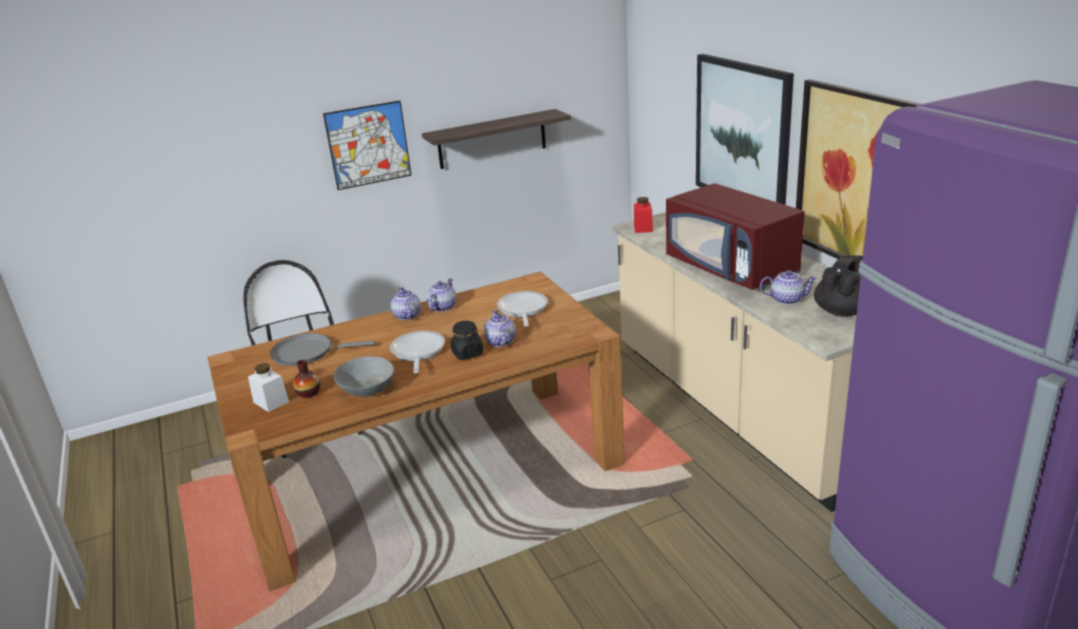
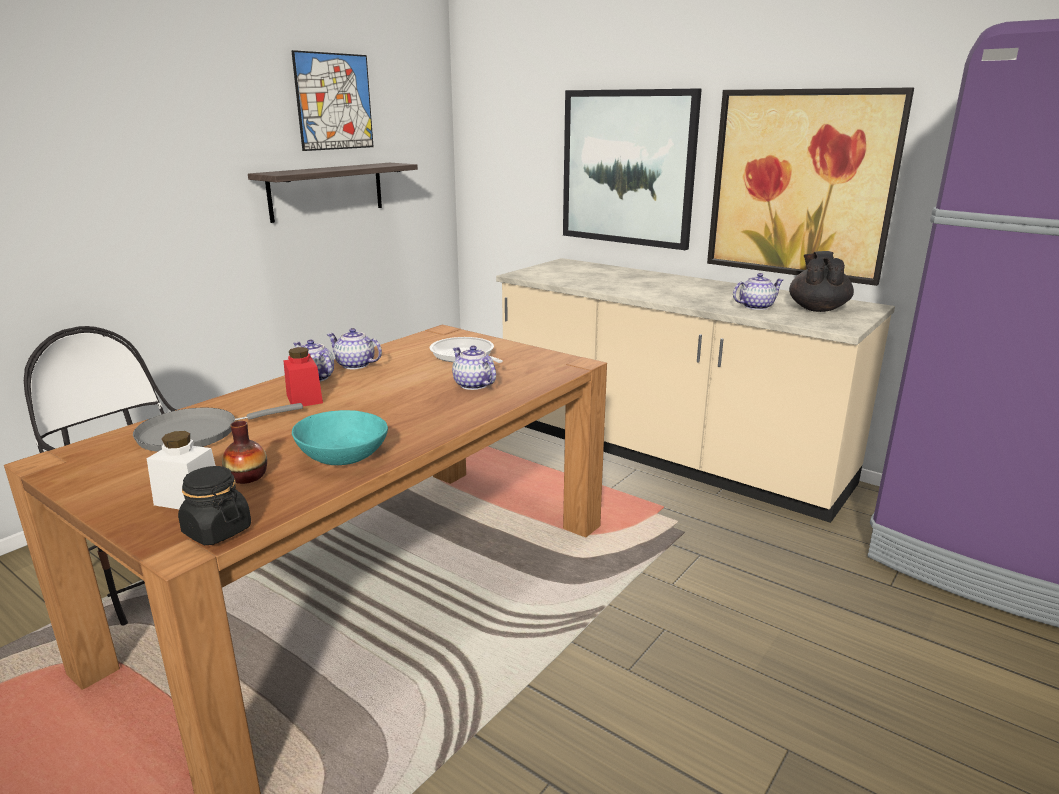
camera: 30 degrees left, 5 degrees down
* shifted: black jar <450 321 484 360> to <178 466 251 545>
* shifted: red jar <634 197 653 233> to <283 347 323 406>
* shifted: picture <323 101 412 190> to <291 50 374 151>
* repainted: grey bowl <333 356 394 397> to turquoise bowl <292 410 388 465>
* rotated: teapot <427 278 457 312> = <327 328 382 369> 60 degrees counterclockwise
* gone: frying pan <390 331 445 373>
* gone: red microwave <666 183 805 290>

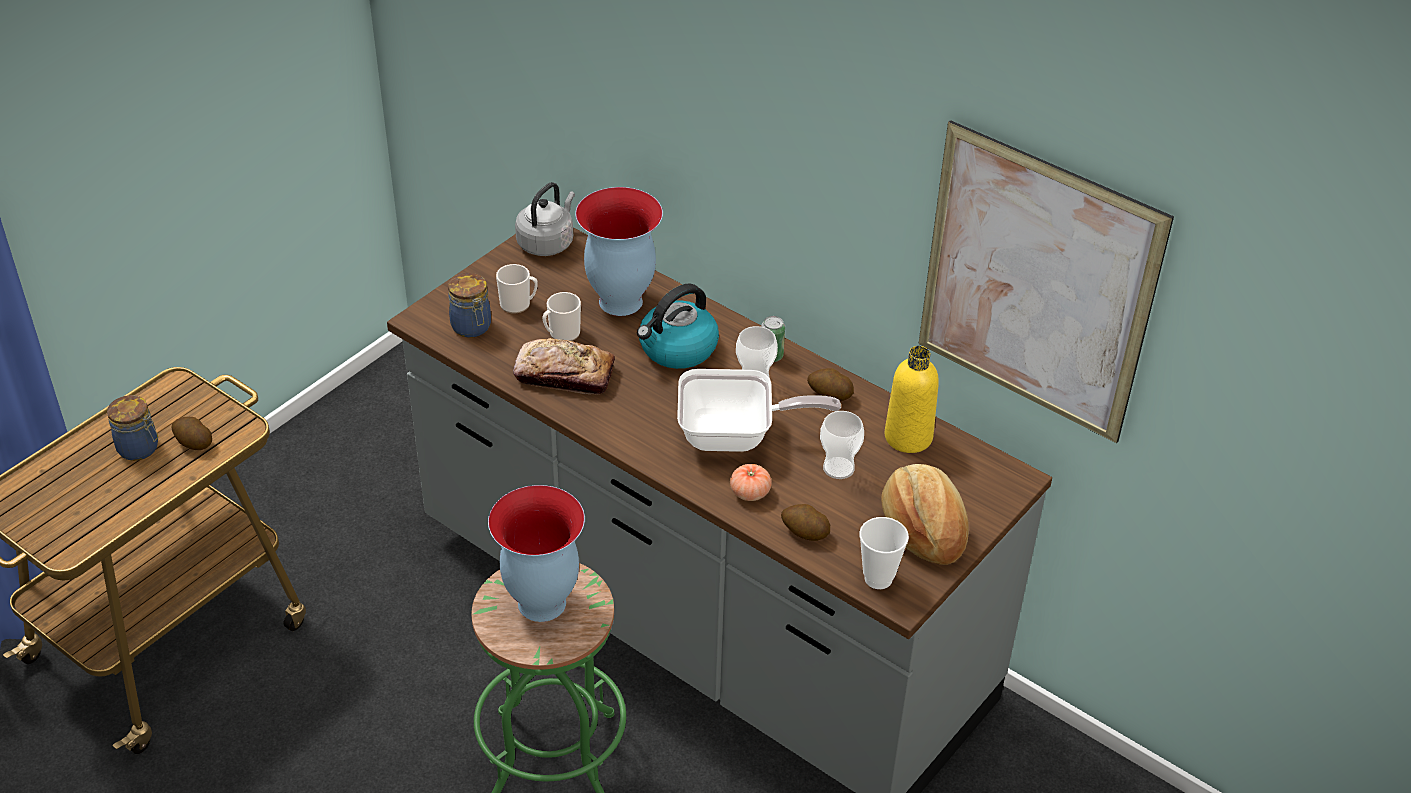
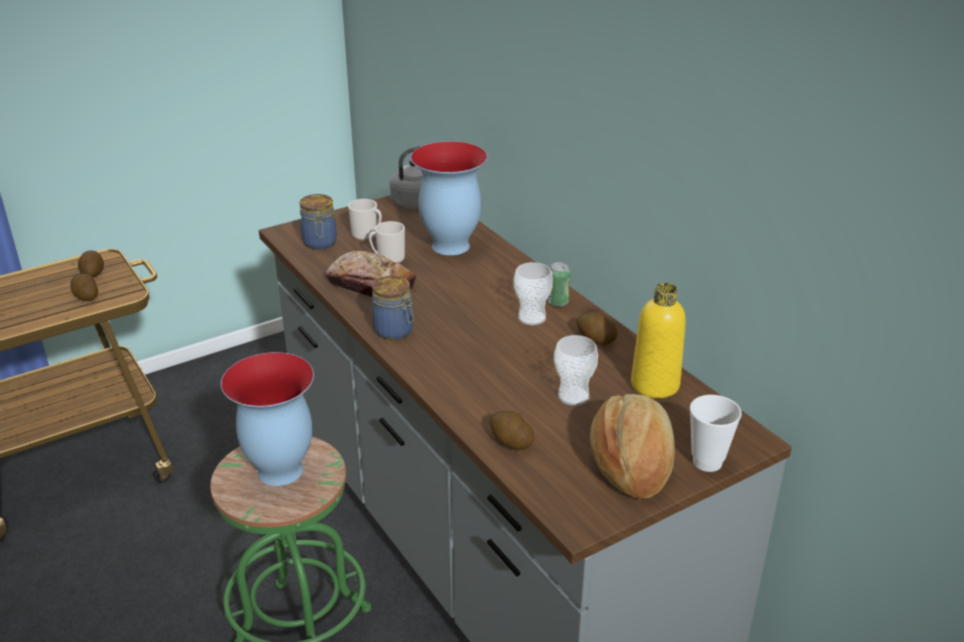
camera: 20 degrees right, 10 degrees down
* new: potato <78 250 104 277>
* shifted: jar <107 395 158 461> to <372 276 414 340>
* shifted: cup <859 517 909 589> to <690 395 742 472>
* gone: kettle <637 284 719 369>
* gone: frying pan <677 369 841 452>
* gone: tomato <730 464 772 501>
* gone: picture <919 120 1174 443>

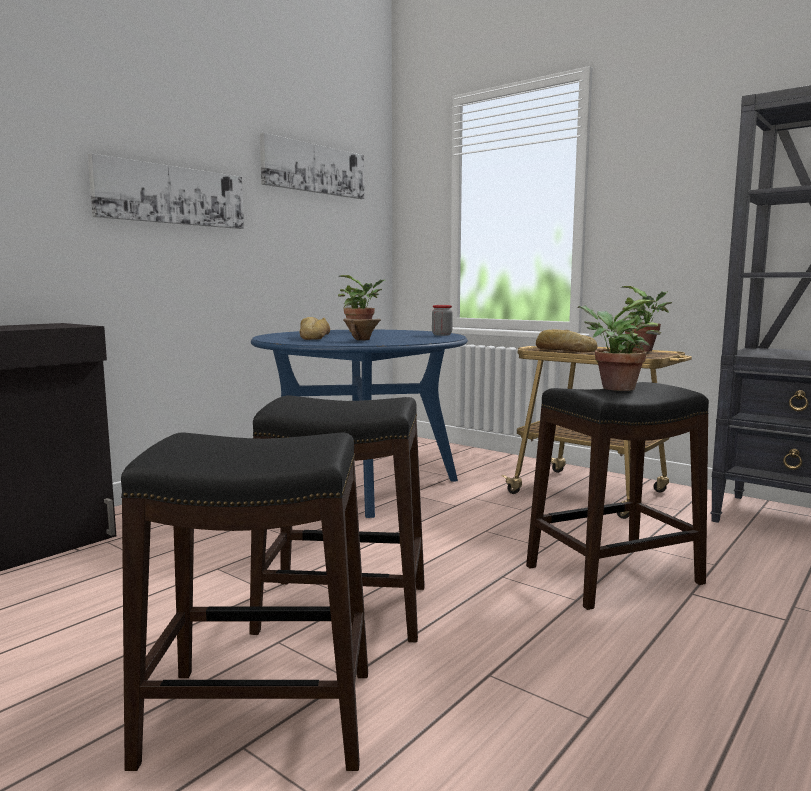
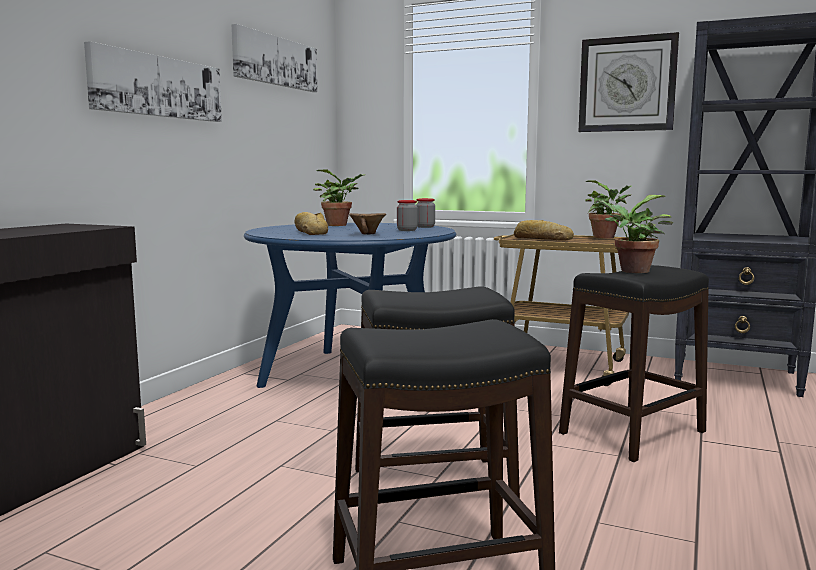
camera: 15 degrees left, 0 degrees up
* new: jar <397 200 418 231>
* new: wall clock <578 32 679 132>

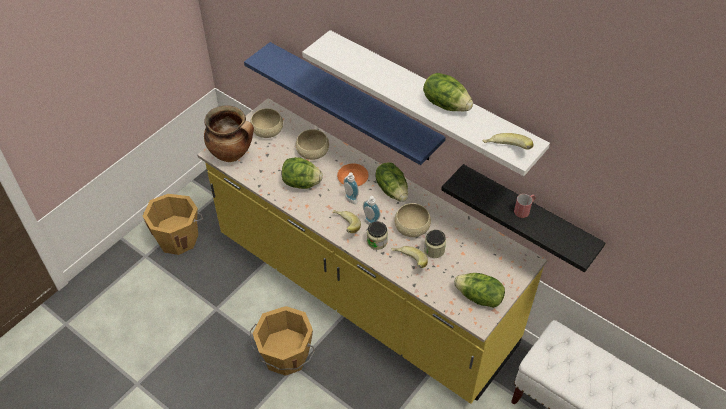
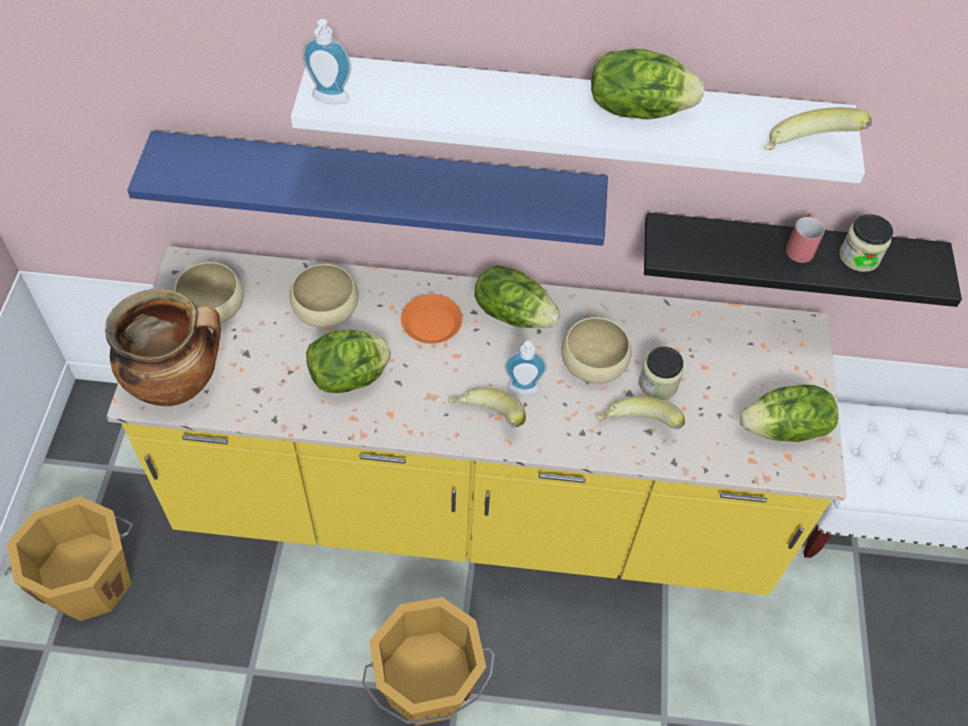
camera: 35 degrees left, 5 degrees up
* shifted: soap dispenser <344 172 359 204> to <302 19 351 104>
* shifted: jar <367 221 388 250> to <839 214 893 272>

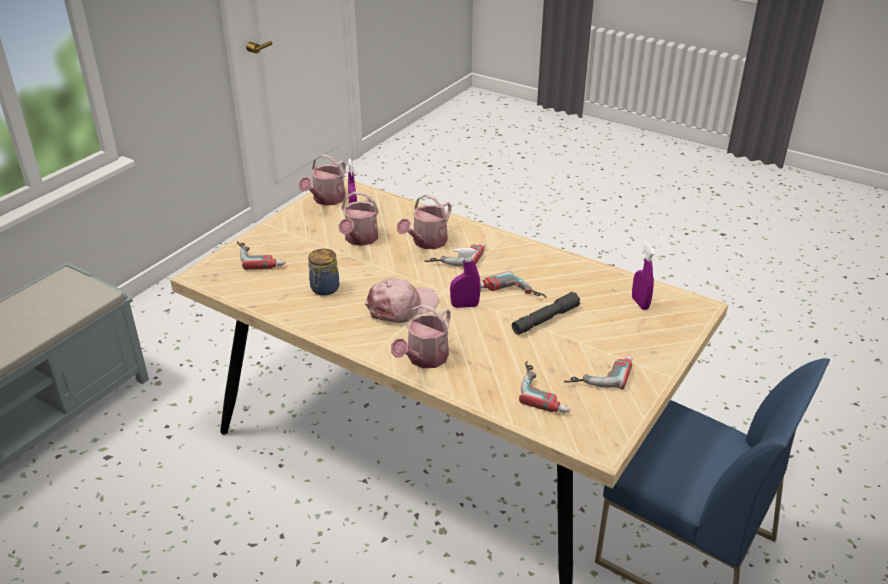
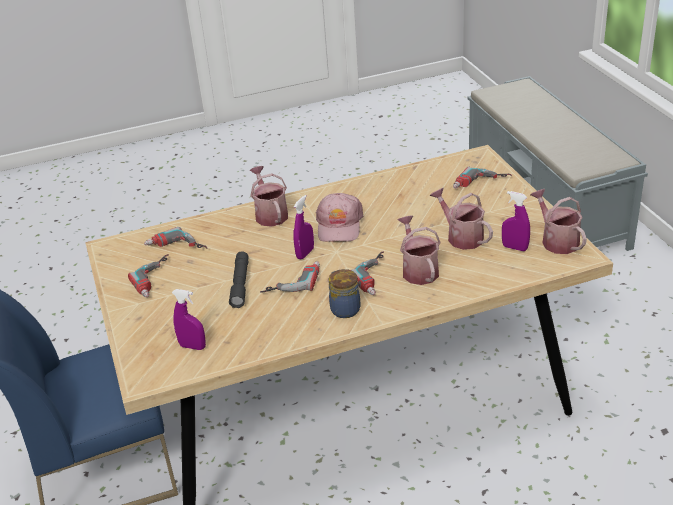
camera: 130 degrees right, 0 degrees up
* shifted: jar <308 249 339 296> to <329 269 360 318>

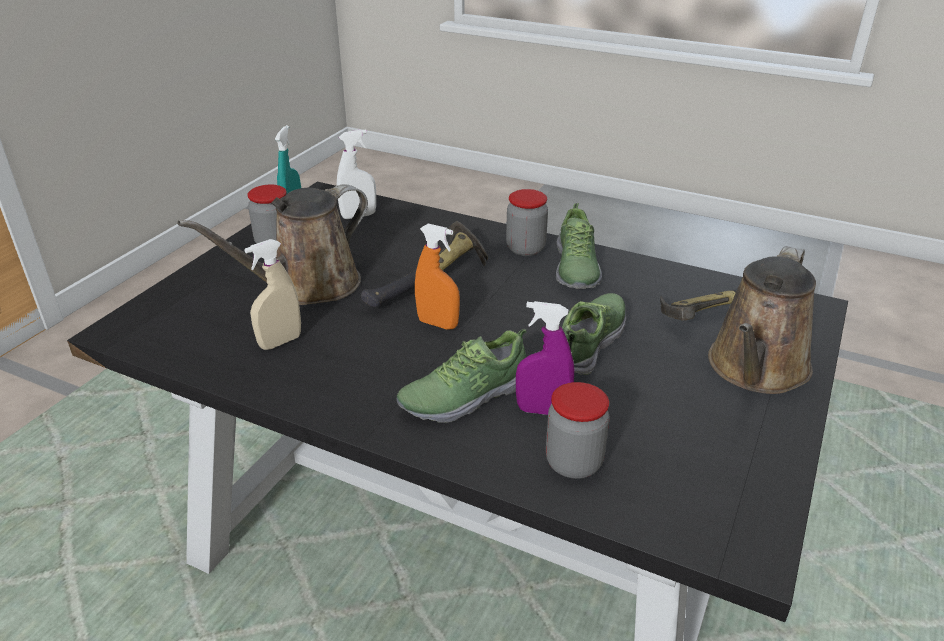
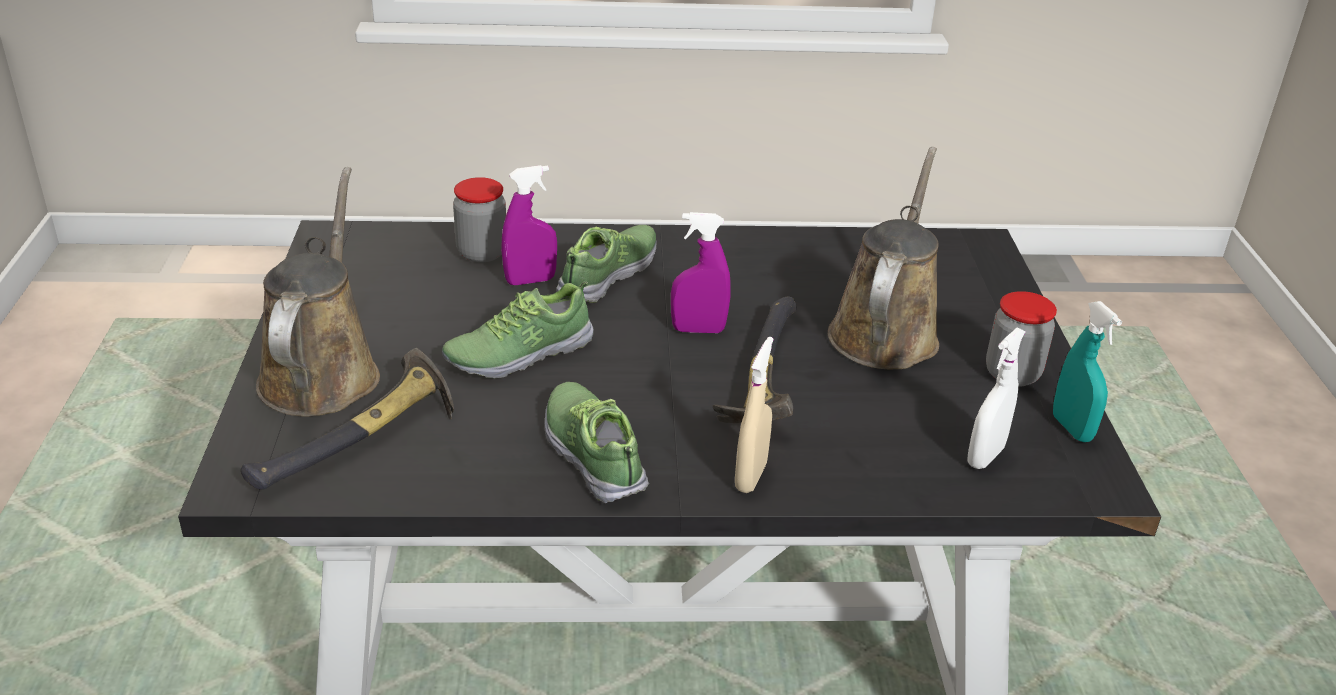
camera: 150 degrees right, 0 degrees up
* rotated: shoe <562 293 626 375> = <442 282 594 378> 60 degrees clockwise
* repainted: orange spray bottle <415 224 460 329> to purple spray bottle <671 212 731 333>
* shifted: beige spray bottle <244 239 301 350> to <735 337 773 493>
* gone: jar <506 189 548 256>

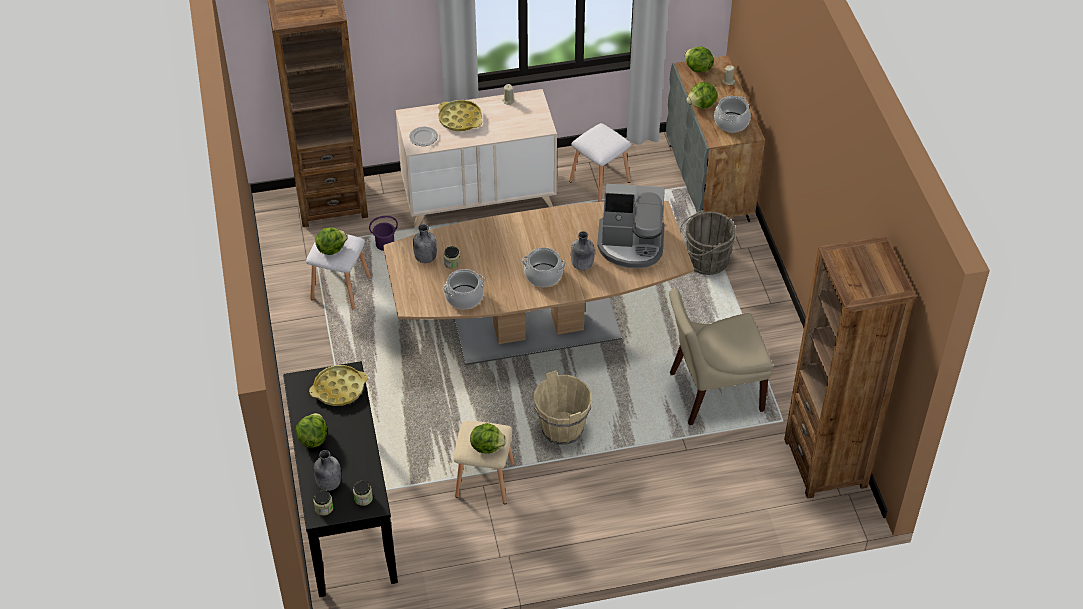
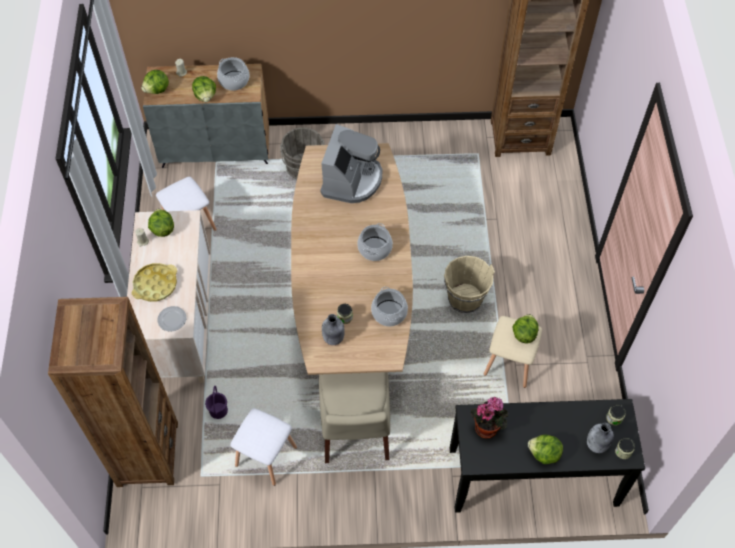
camera: 80 degrees left, 10 degrees up
* shifted: lettuce <315 227 348 255> to <148 209 174 237>
* shifted: beige chair <669 289 773 425> to <319 372 390 463>
* swapped: yellow tray <309 365 368 406> to potted plant <470 397 508 439>
* gone: grey bottle <571 231 595 270>

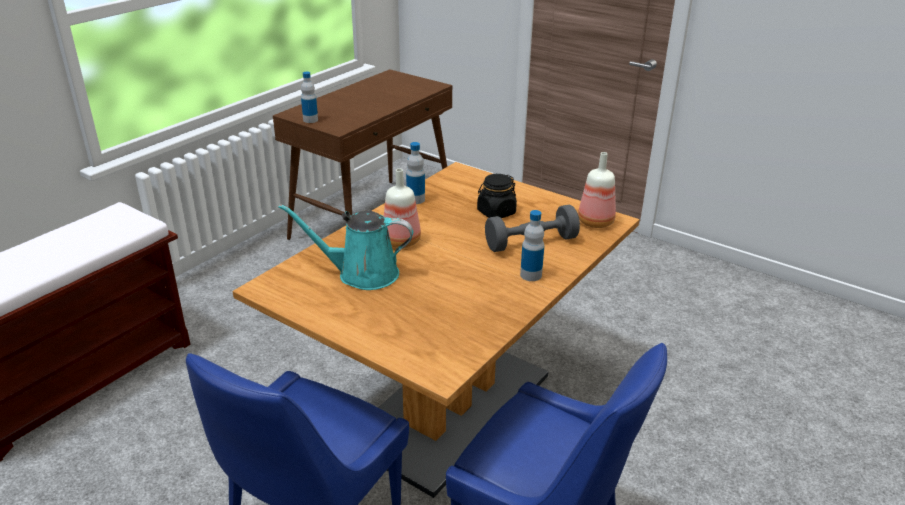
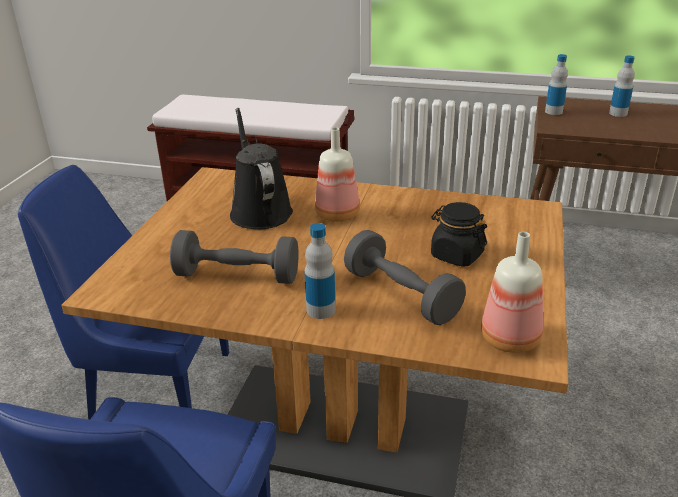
camera: 70 degrees right, 0 degrees up
* new: grey dumbbell <170 230 299 284>
* repainted: turquoise watering can <278 204 413 290> to black watering can <230 108 293 229>
* shifted: bottle <406 142 425 204> to <609 55 635 117>

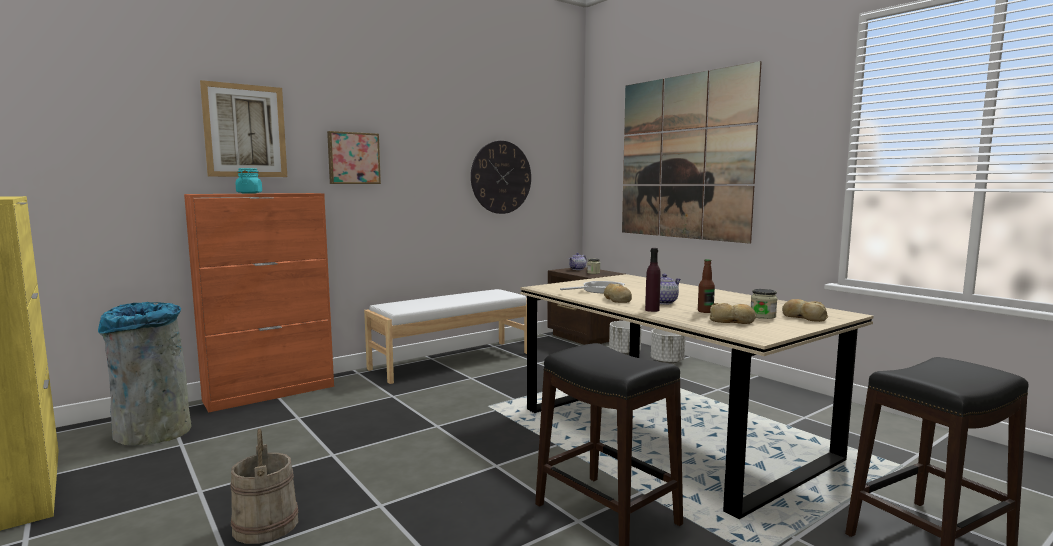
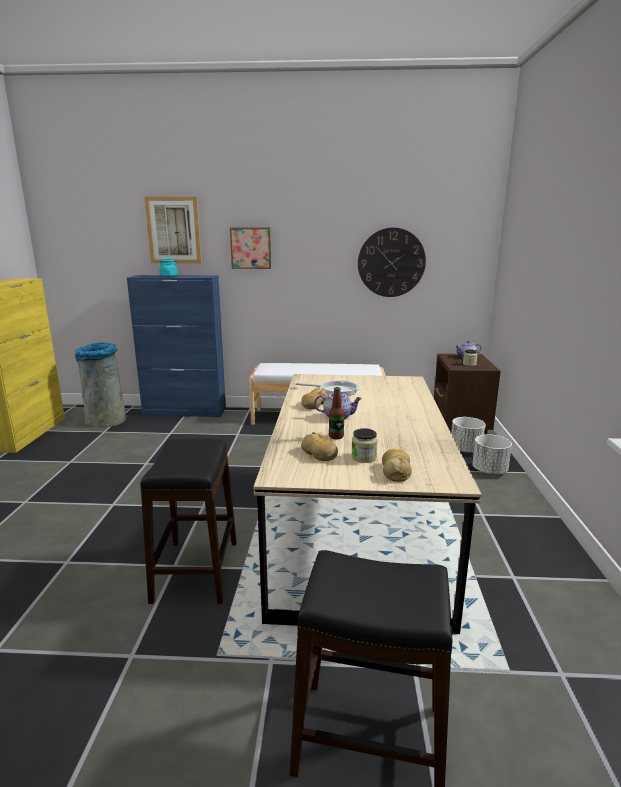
camera: 40 degrees right, 10 degrees up
* repainted: orange cabinet <184 193 334 413> to blue cabinet <127 275 226 417>
* gone: beige bucket <230 429 298 544>
* gone: picture <622 61 762 244>
* gone: purple bottle <645 248 661 312>

